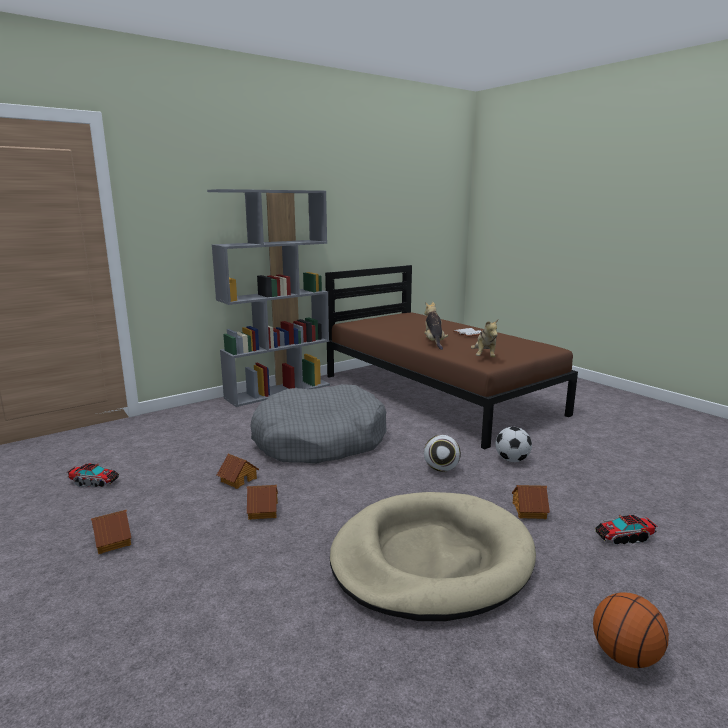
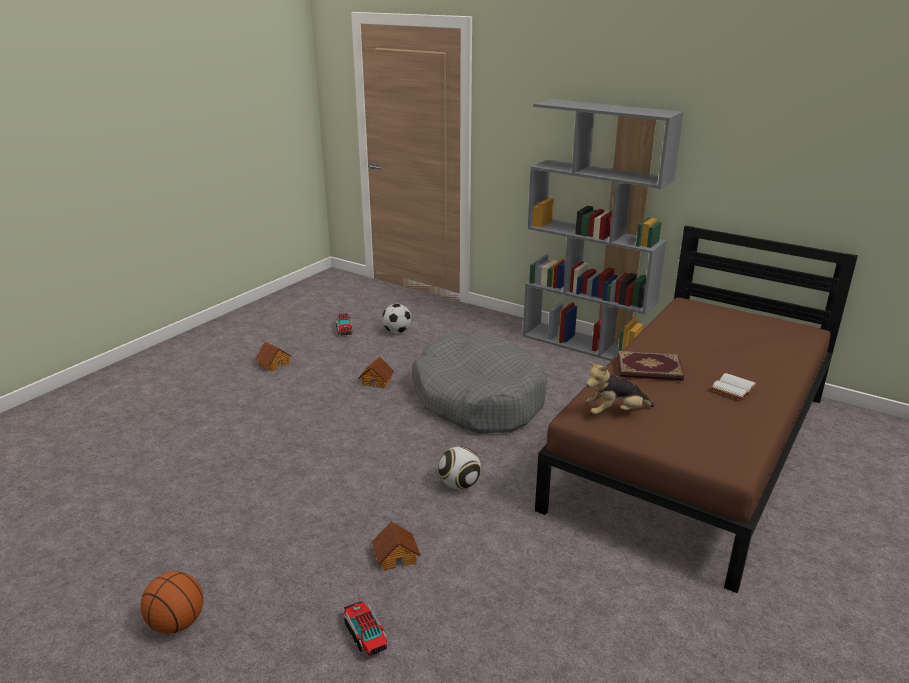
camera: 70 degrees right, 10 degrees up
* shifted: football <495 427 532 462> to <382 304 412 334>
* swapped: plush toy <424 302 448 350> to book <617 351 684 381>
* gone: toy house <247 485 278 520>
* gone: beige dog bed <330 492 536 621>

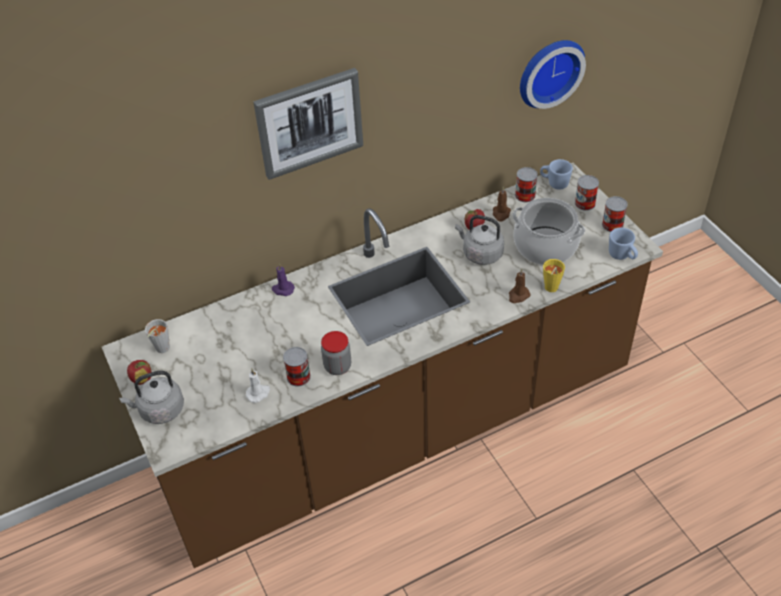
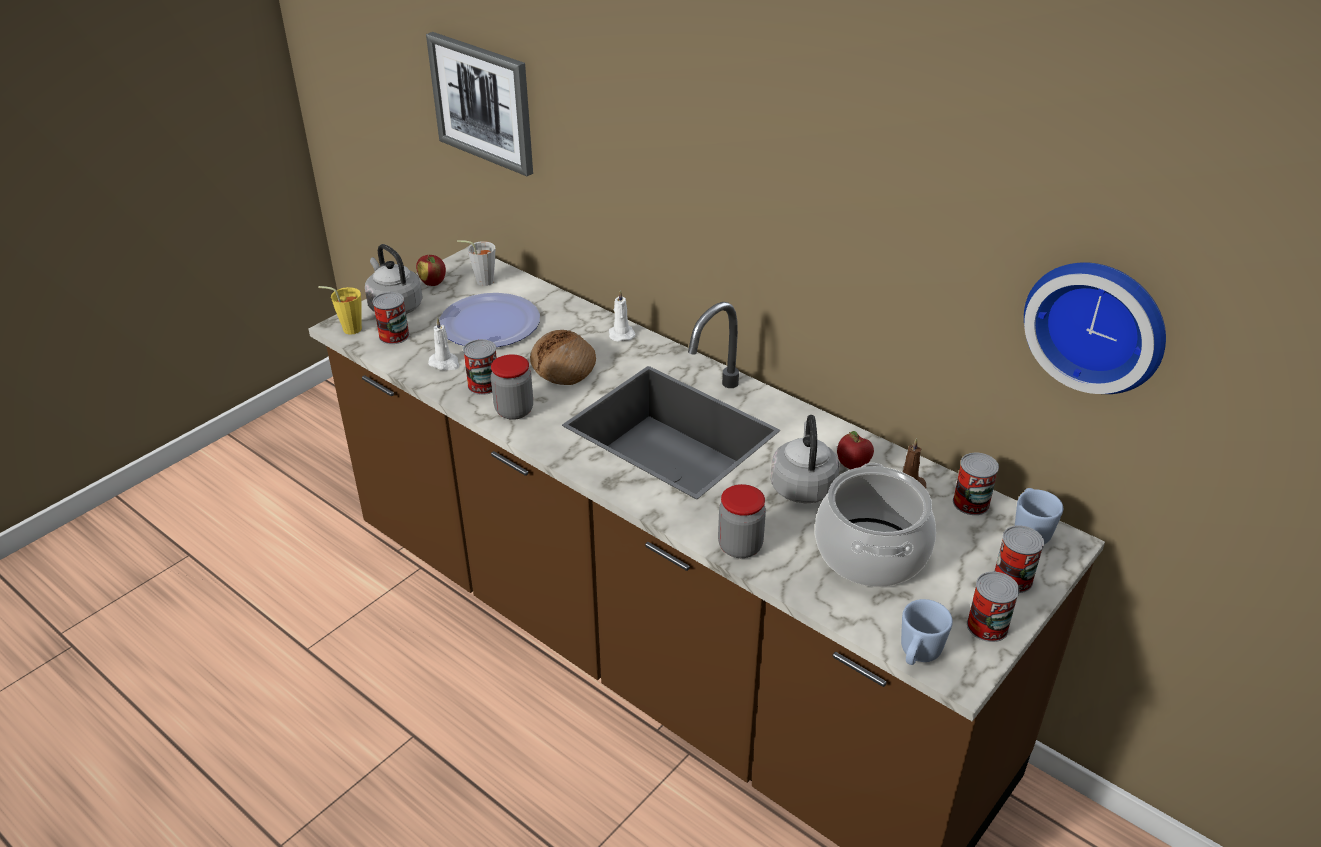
camera: 65 degrees right, 10 degrees down
* shifted: yellow cup <543 259 565 292> to <318 286 362 335>
* new: can <373 292 410 344>
* shifted: picture <253 68 363 180> to <426 32 533 176>
* new: plate <439 293 540 347>
* new: bread <530 330 596 385>
* repainted: purple candle <272 263 295 296> to white candle <608 290 636 342>
* swapped: brown candle <509 269 531 303> to jar <718 484 766 558>

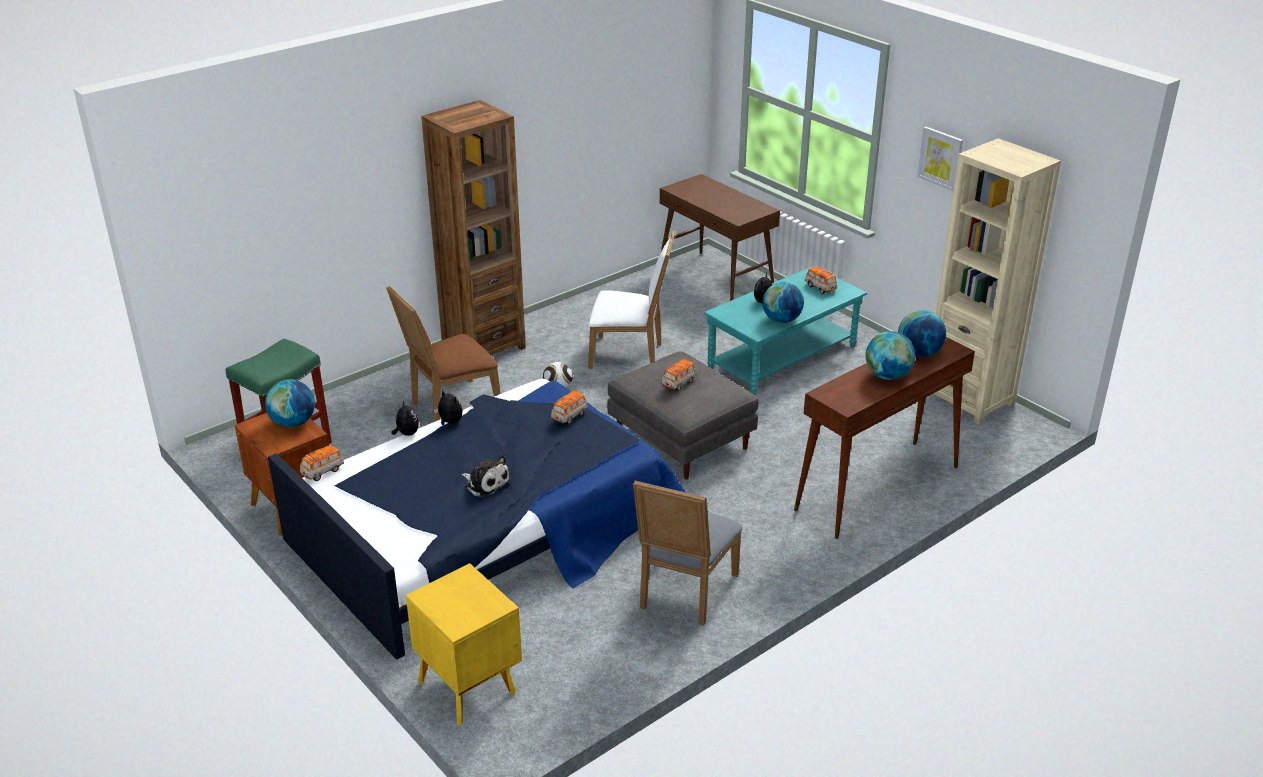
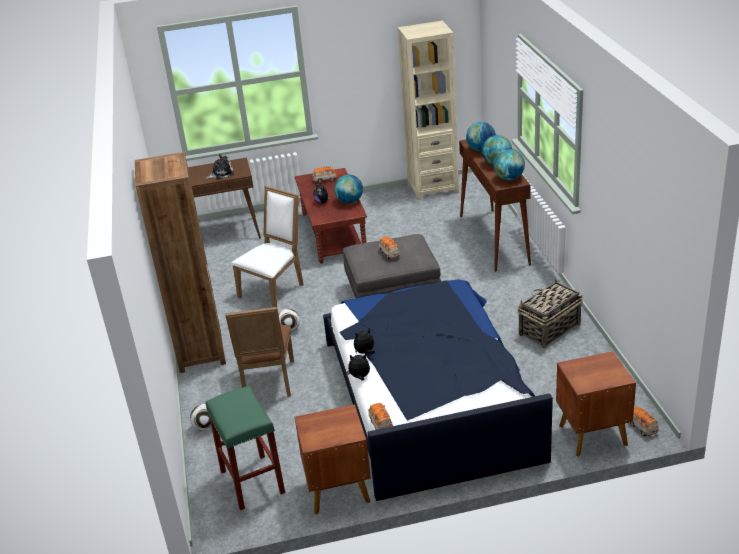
camera: 60 degrees left, 0 degrees up
* new: football <190 404 212 431>
* shifted: plush toy <462 454 511 498> to <206 154 234 179>
* repainted: turquoise coffee table <704 266 867 395> to brown coffee table <295 168 367 264>
* shifted: globe <265 379 315 428> to <493 149 525 180>
* swapped: grey chair <633 480 743 625> to basket <518 279 583 348>
* repainted: yellow nightstand <406 563 522 725> to brown nightstand <556 351 636 457>
* shifted: toy car <551 391 588 425> to <630 407 659 437>
* gone: picture <917 127 963 191>

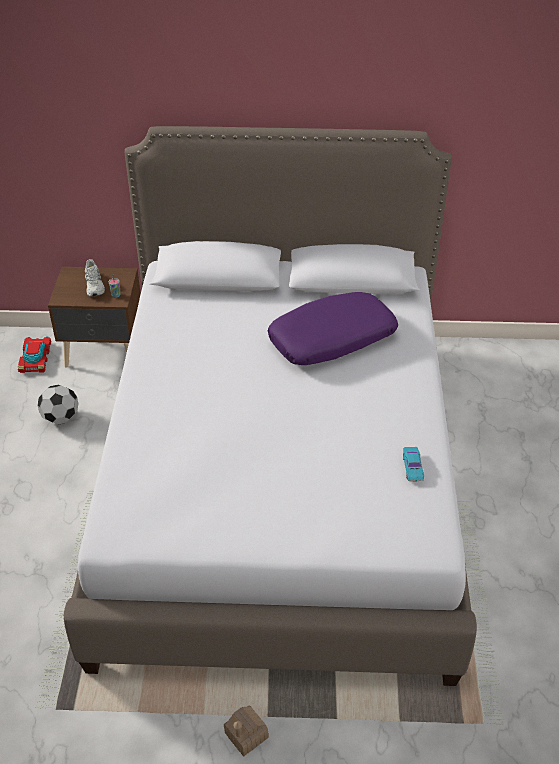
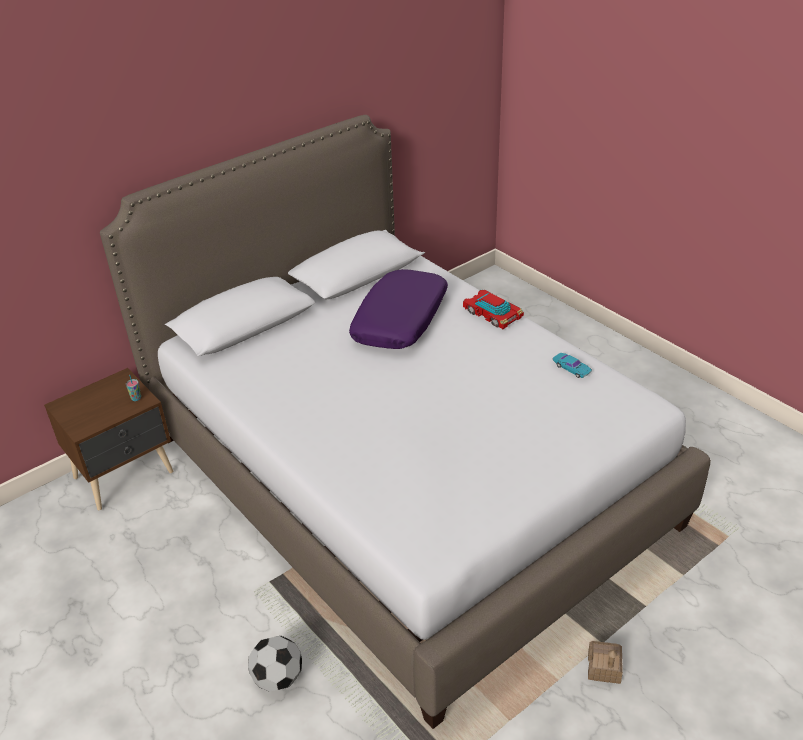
camera: 40 degrees left, 5 degrees down
* shifted: football <37 385 79 425> to <248 636 302 692>
* shifted: toy car <18 337 51 373> to <463 290 524 329>
* gone: white shoe <85 259 105 297>

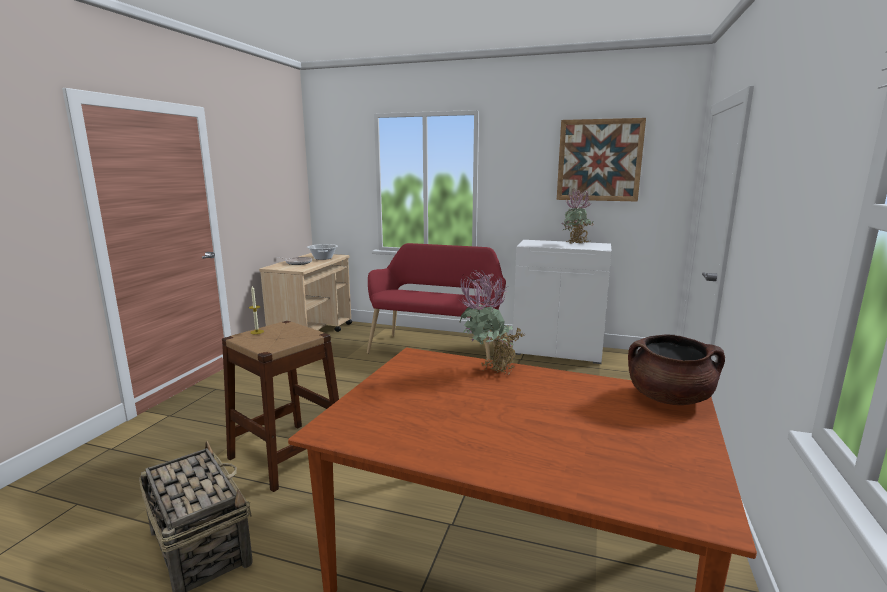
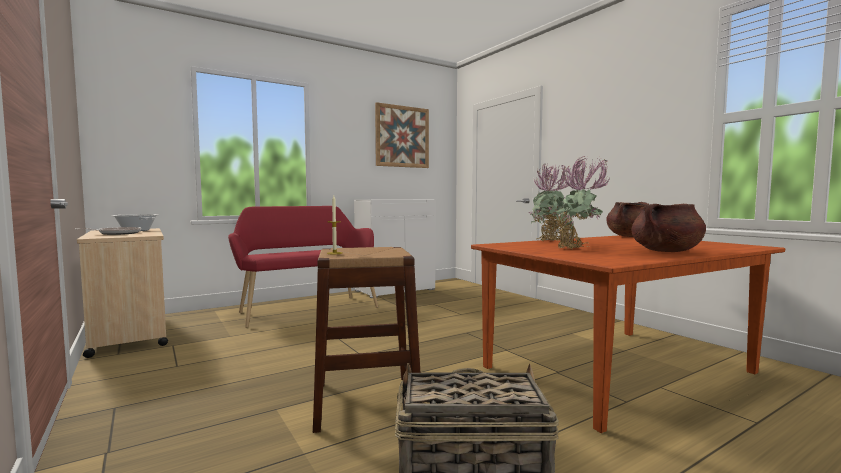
camera: 50 degrees left, 10 degrees down
* shifted: potted plant <562 189 594 244> to <554 156 609 250>
* new: brown cooking pot <631 204 706 252>

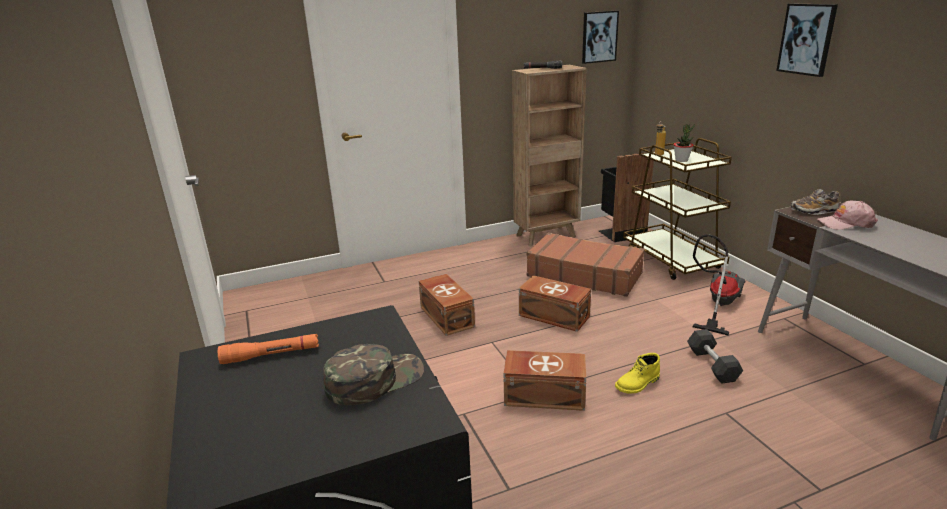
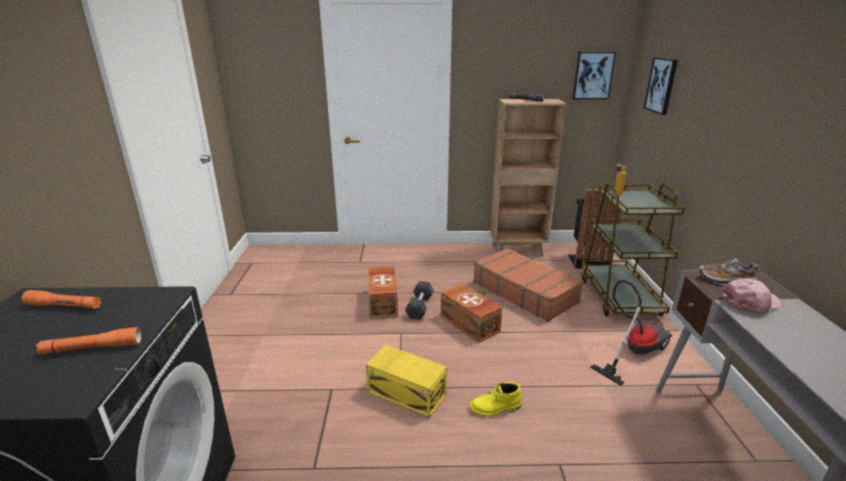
camera: 20 degrees right, 0 degrees up
* swapped: green cap <323 344 424 405> to orange flashlight <36 327 142 354>
* repainted: brown storage box <503 350 586 411> to yellow storage box <366 345 447 418>
* shifted: black dumbbell <687 329 743 384> to <405 281 434 320>
* shifted: picture <776 3 838 77> to <644 57 678 115>
* rotated: pink cap <817 201 878 230> = <721 278 782 314> 135 degrees clockwise
* gone: potted plant <674 124 695 162>

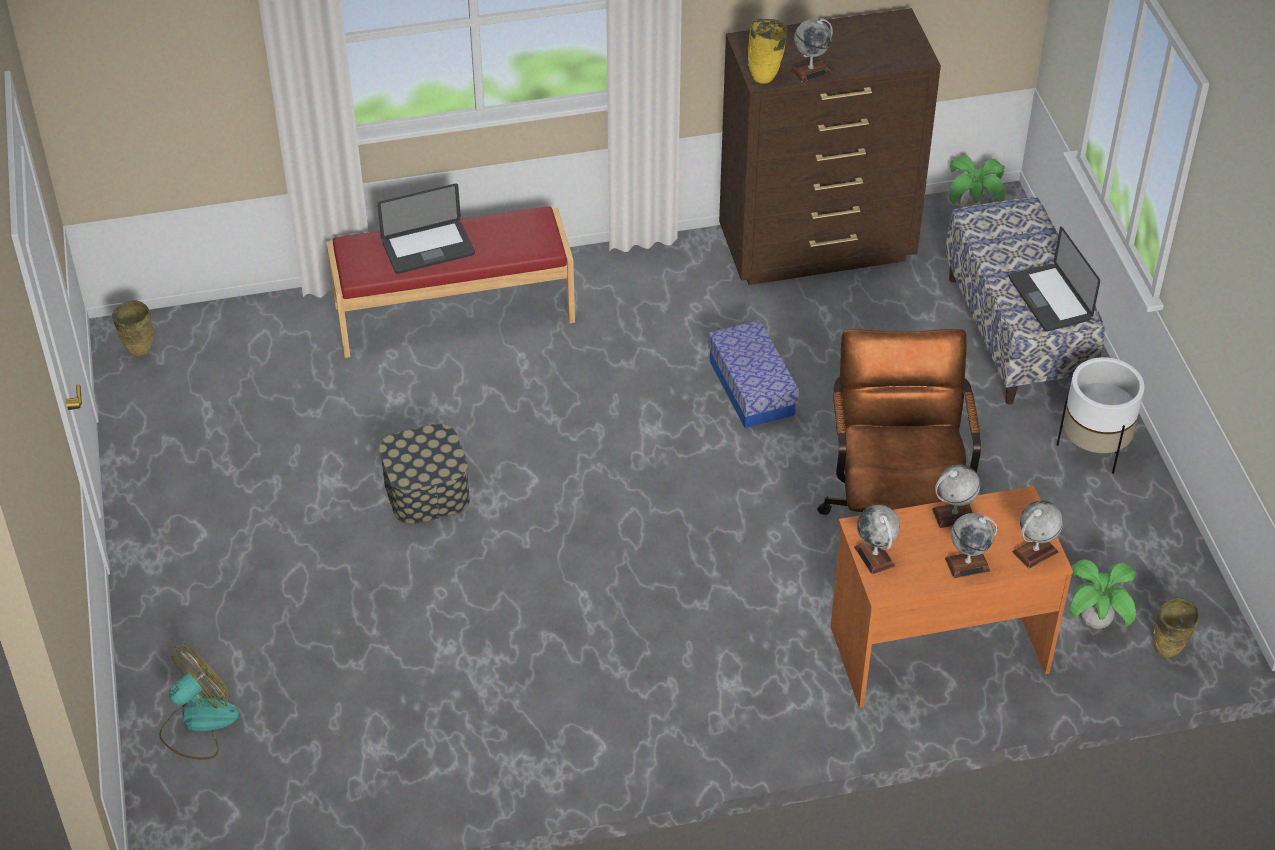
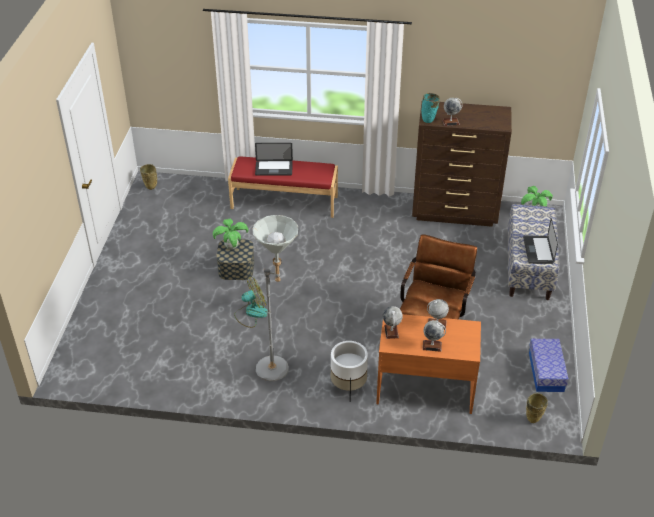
camera: 20 degrees right, 5 degrees down
* shifted: potted plant <1070 560 1136 629> to <213 219 248 250>
* shifted: fan <159 644 239 760> to <234 277 268 328>
* new: grey floor lamp <252 215 298 381>
* shifted: white planter <1057 357 1144 474> to <331 341 368 399>
* repainted: yellow vase <748 19 788 84> to turquoise vase <421 93 440 123>
* shifted: storage box <708 320 799 428> to <529 339 569 392>
* gone: globe <1012 501 1063 569>

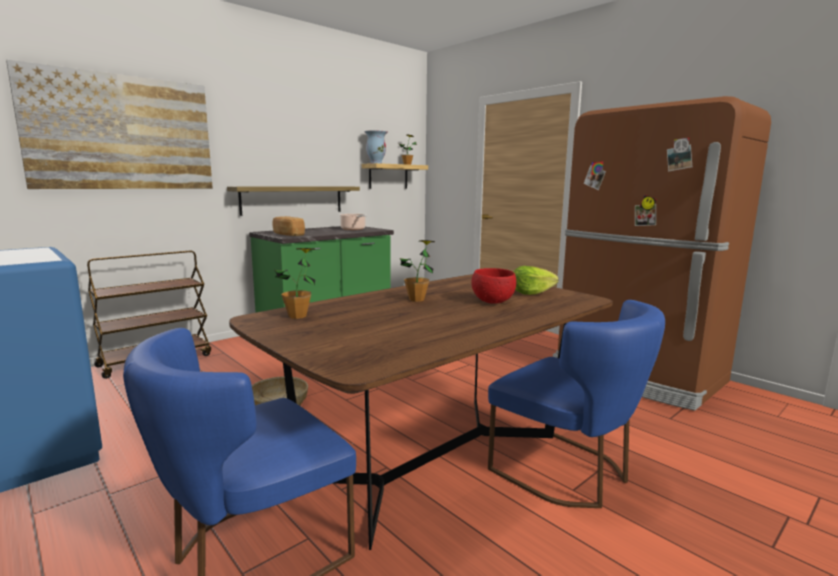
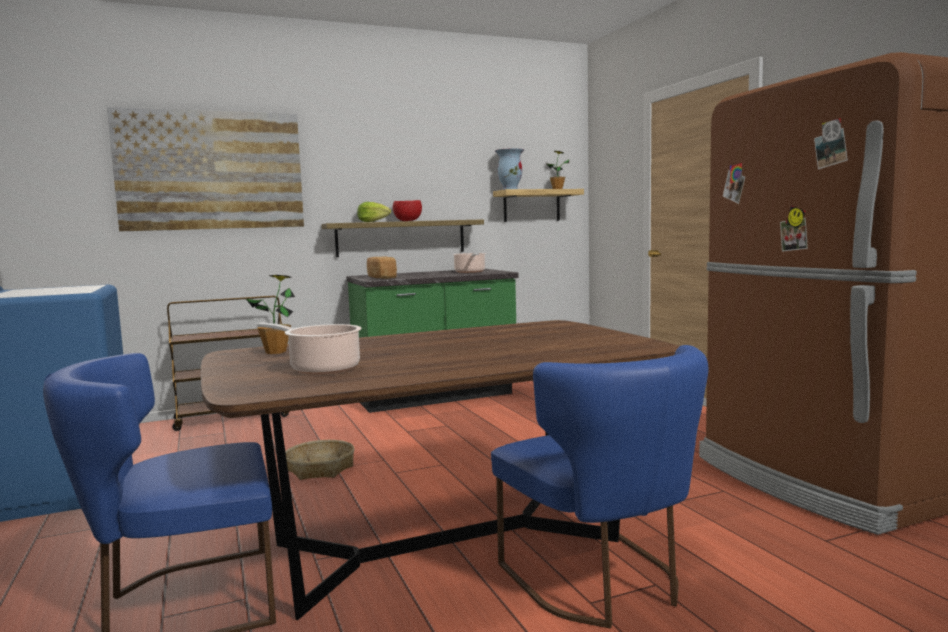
camera: 20 degrees right, 5 degrees down
* new: cooking pot <257 323 362 375>
* shifted: lettuce <514 266 559 295> to <357 202 391 222>
* shifted: red bowl <471 268 516 304> to <393 200 422 221>
* gone: potted plant <400 240 435 302>

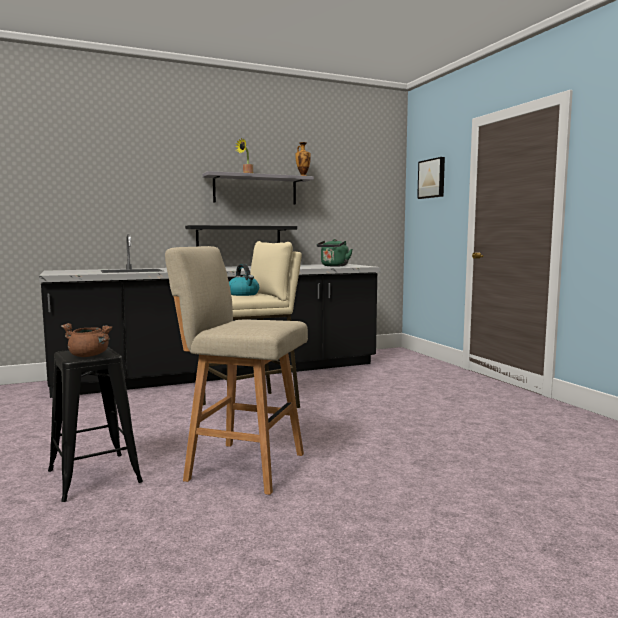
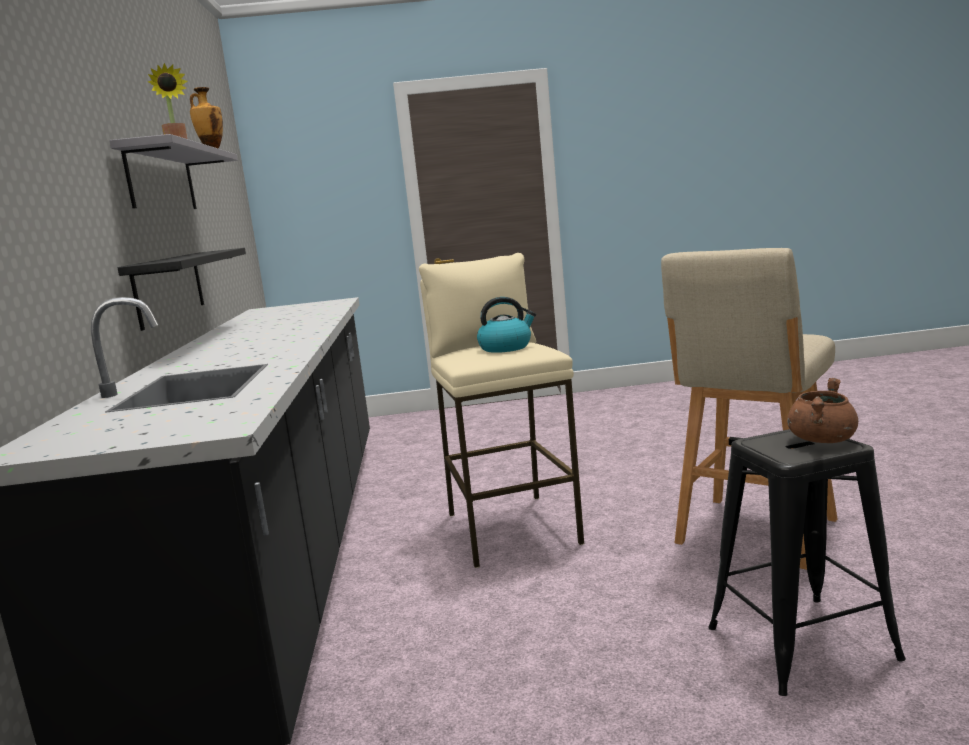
camera: 70 degrees left, 5 degrees up
* gone: green kettle <316 239 353 267>
* gone: picture <417 157 445 199>

